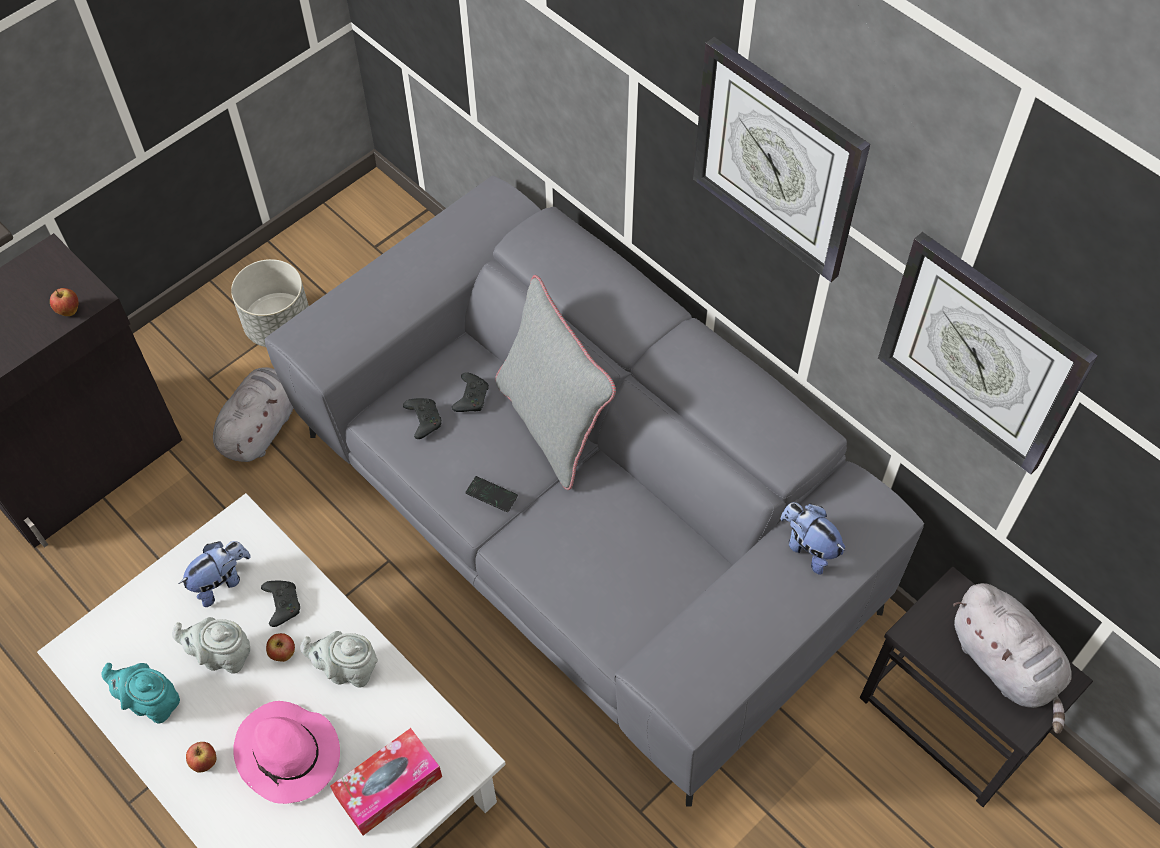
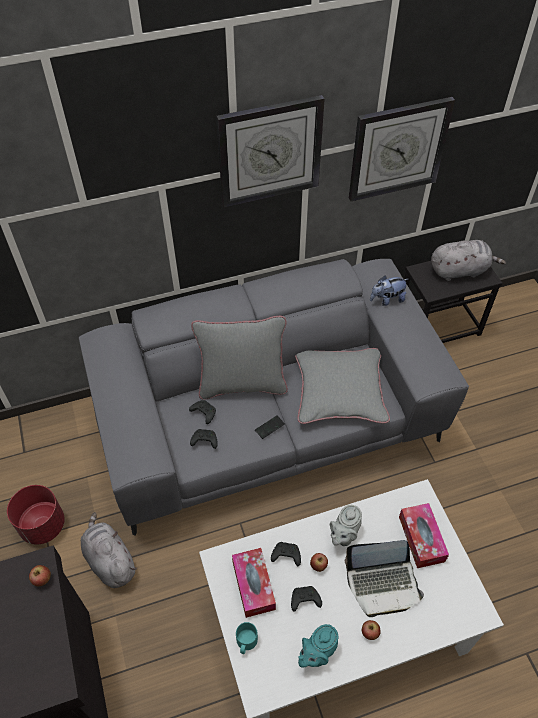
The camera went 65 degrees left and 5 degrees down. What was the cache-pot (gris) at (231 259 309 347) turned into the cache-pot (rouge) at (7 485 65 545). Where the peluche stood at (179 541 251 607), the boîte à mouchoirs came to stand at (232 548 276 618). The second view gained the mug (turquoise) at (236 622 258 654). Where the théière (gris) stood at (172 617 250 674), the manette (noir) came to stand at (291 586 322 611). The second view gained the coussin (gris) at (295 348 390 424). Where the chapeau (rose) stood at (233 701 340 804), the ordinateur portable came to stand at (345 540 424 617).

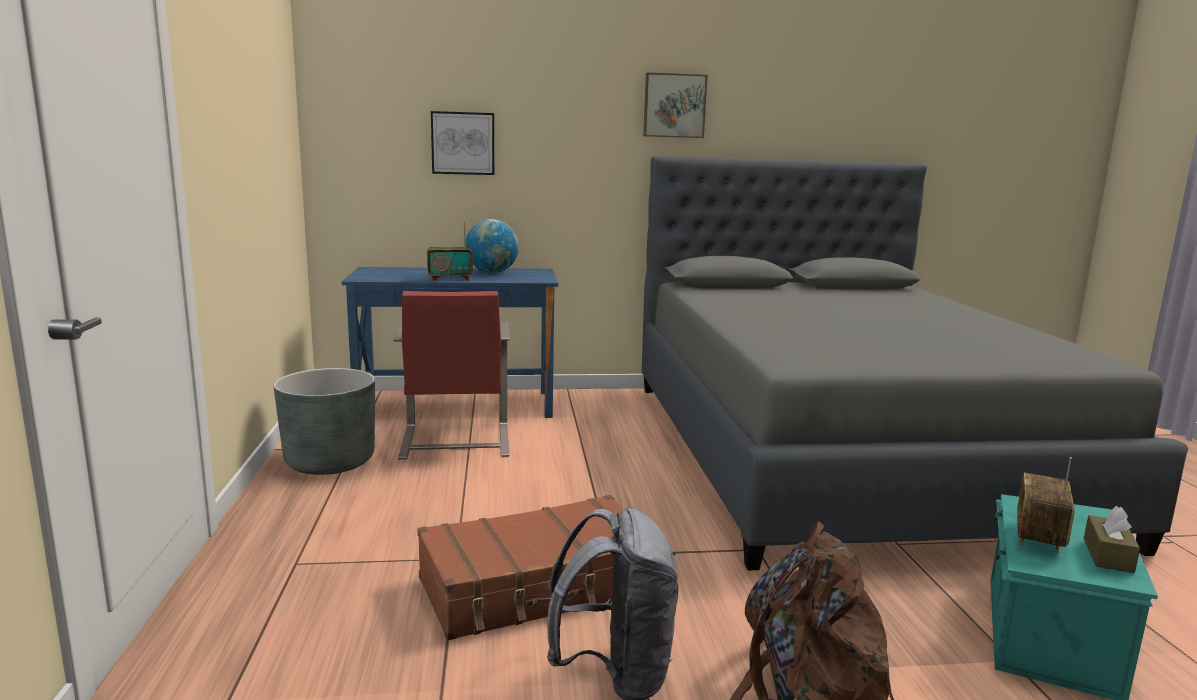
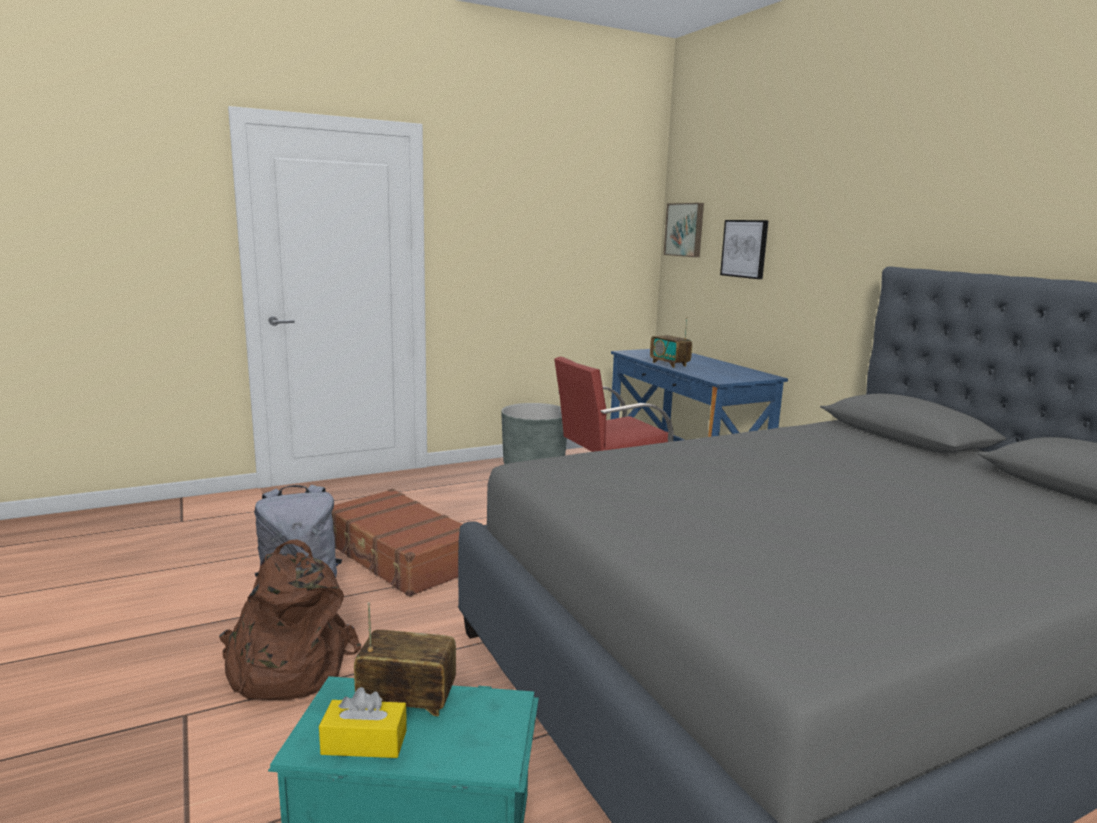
The camera went 70 degrees right and 0 degrees up. What was the boîte à mouchoirs (marron) at (1084 506 1140 573) turned into the boîte à mouchoirs (jaune) at (319 687 407 758). The tableau ended up elsewhere, having gone from (643 73 708 138) to (664 203 704 257). The second view lost the globe at (465 219 519 273).

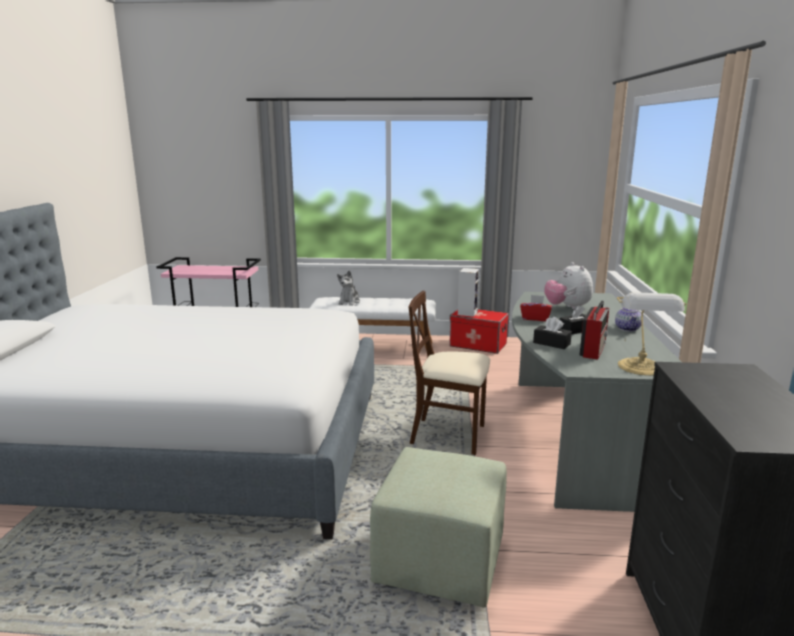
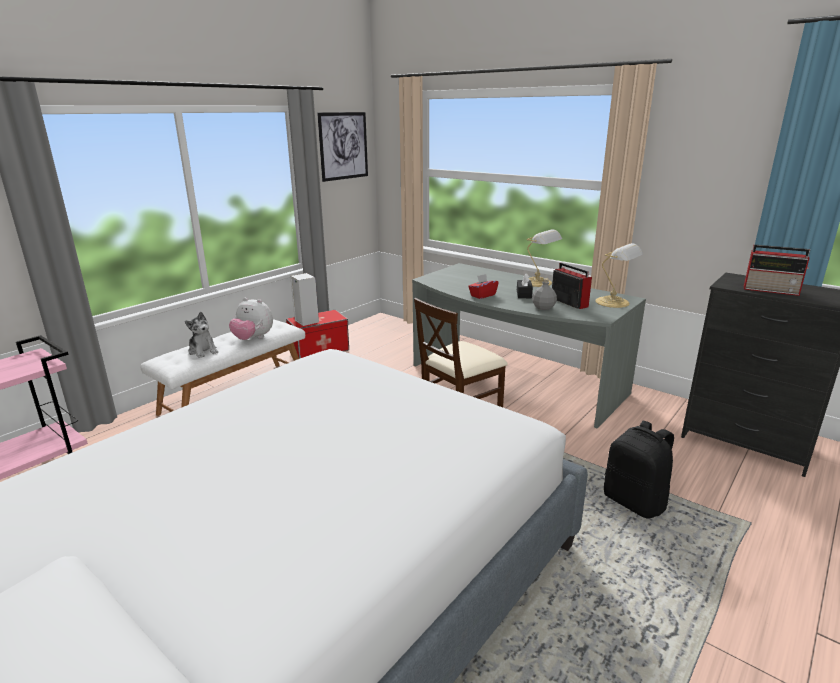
The camera went 55 degrees left and 5 degrees up. The peluche ended up elsewhere, having gone from (544 262 593 310) to (229 298 273 340). The second view gained the tableau at (317 112 368 182). Where the théière stood at (615 307 642 331), the lampe de table came to stand at (526 229 562 287). Where the boîte à mouchoirs (noir) stood at (533 317 572 349), the bouteille (gris) came to stand at (532 278 557 310). Where the pouf (vert) stood at (370 447 507 607), the sac à dos (noir) came to stand at (604 421 674 518). The second view gained the radio at (744 245 810 296).

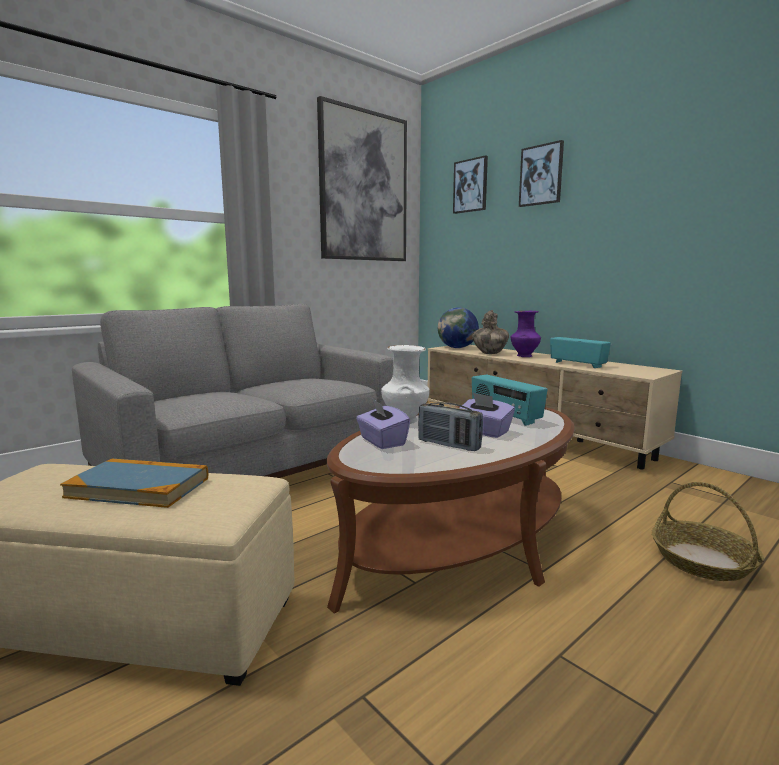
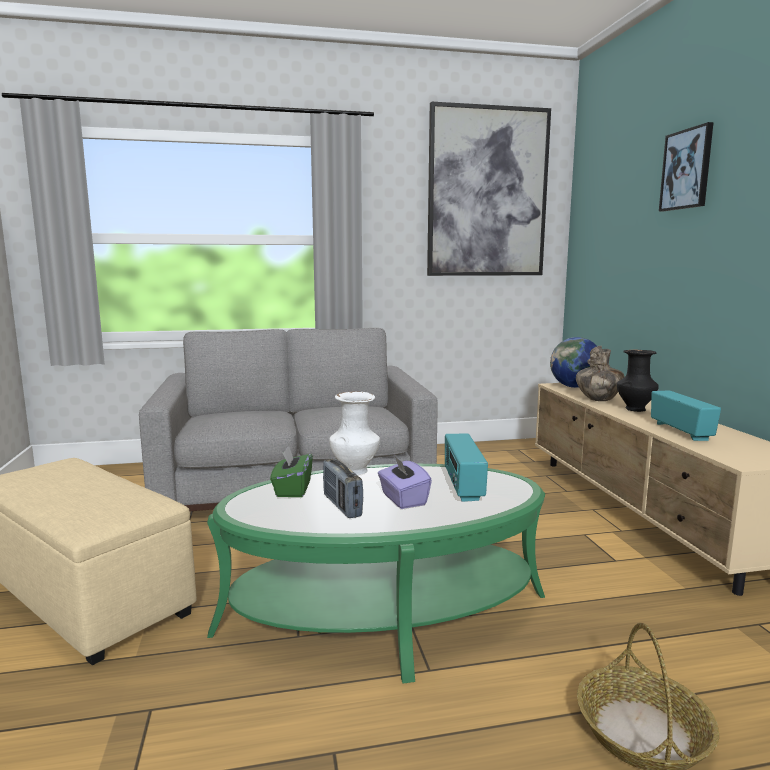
The camera went 30 degrees right and 0 degrees up. What was the table basse (marron) at (327 406 575 614) turned into the table basse (vert) at (207 464 545 684). What was the boîte à mouchoirs (violet) at (356 400 410 449) turned into the boîte à mouchoirs (vert) at (270 446 313 497). What was the vase (violet) at (511 311 541 357) turned into the vase (noir) at (617 350 659 412). The second view lost the livre at (60 459 208 508). The second view lost the tableau at (453 155 488 214).

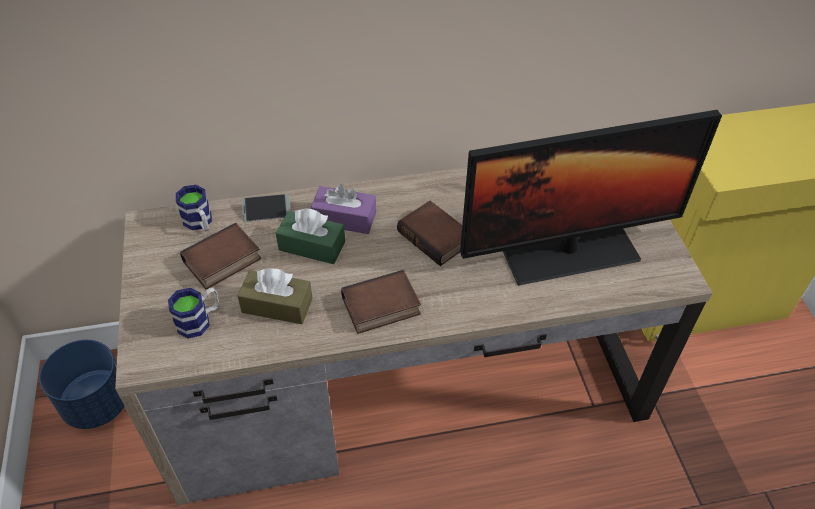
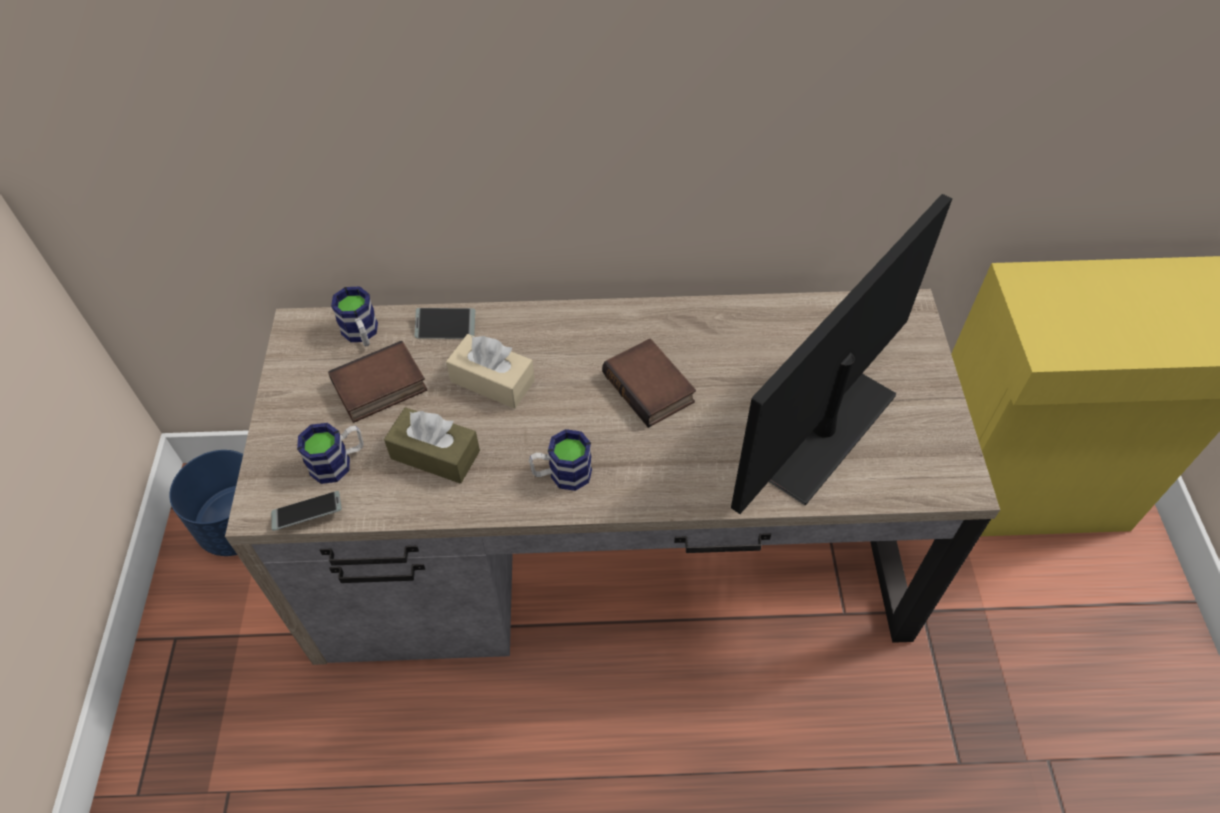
The camera went 10 degrees right and 5 degrees up. The second view gained the téléphone at (271 491 342 531). What was the boîte à mouchoirs (vert) at (276 208 345 264) turned into the boîte à mouchoirs (beige) at (446 334 535 409). Where the livre stood at (341 270 421 334), the mug came to stand at (529 429 592 491). The écran d'ordinateur at (460 110 722 286) ended up facing another way, 135 degrees clockwise from before. The second view lost the boîte à mouchoirs (violet) at (311 184 376 234).

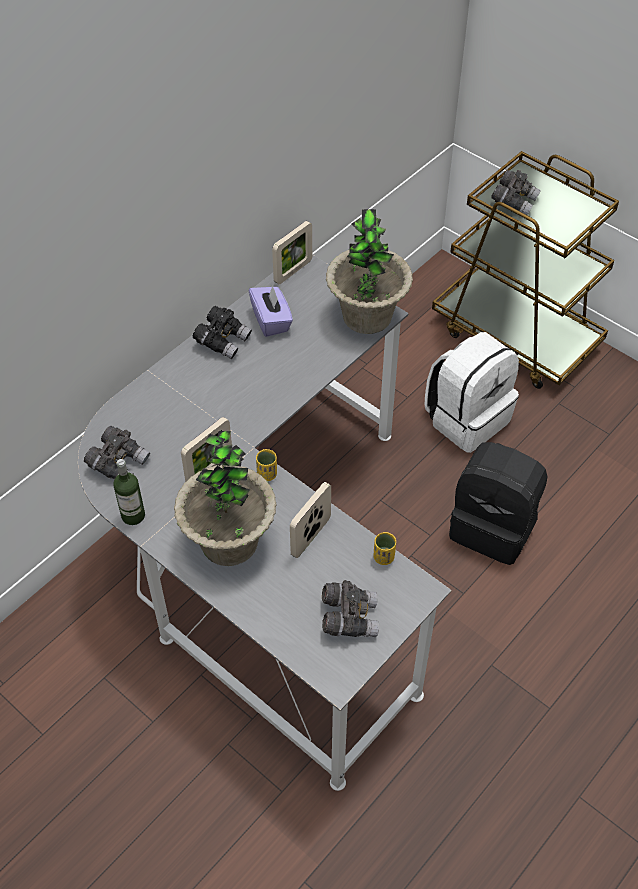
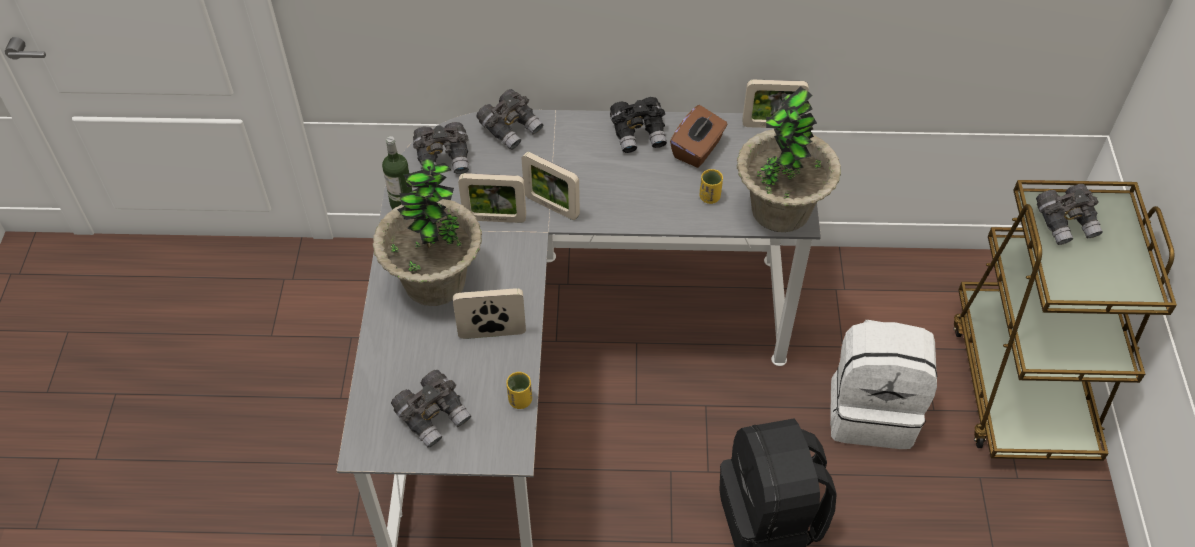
The camera went 50 degrees right and 0 degrees up. The second view gained the jumelles (gris) at (476 89 543 150). The second view gained the cadre photo at (522 152 580 220). What was the boîte à mouchoirs (violet) at (249 286 293 337) turned into the boîte à mouchoirs (marron) at (670 105 727 168). The tasse (jaune) ended up elsewhere, having gone from (256 449 277 481) to (699 169 723 204).

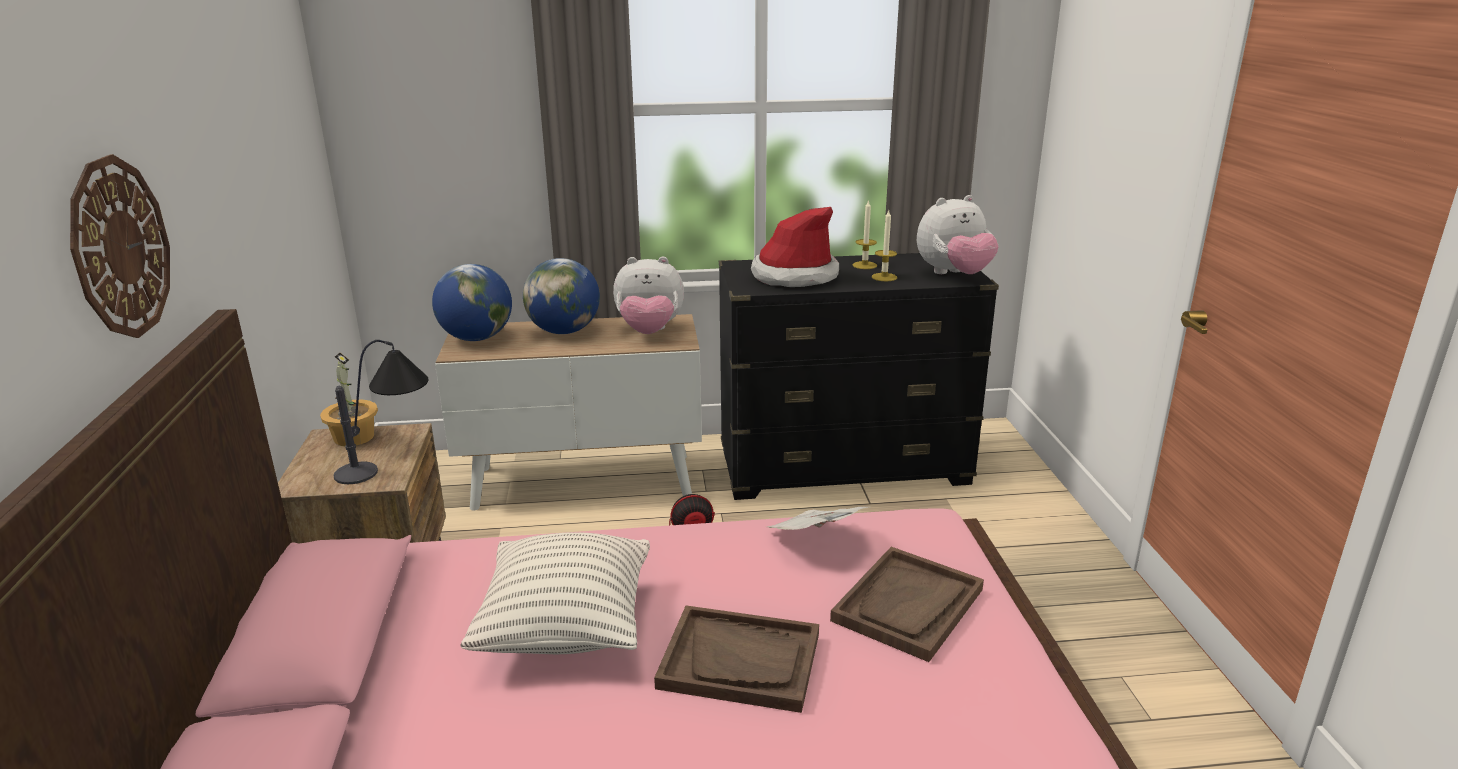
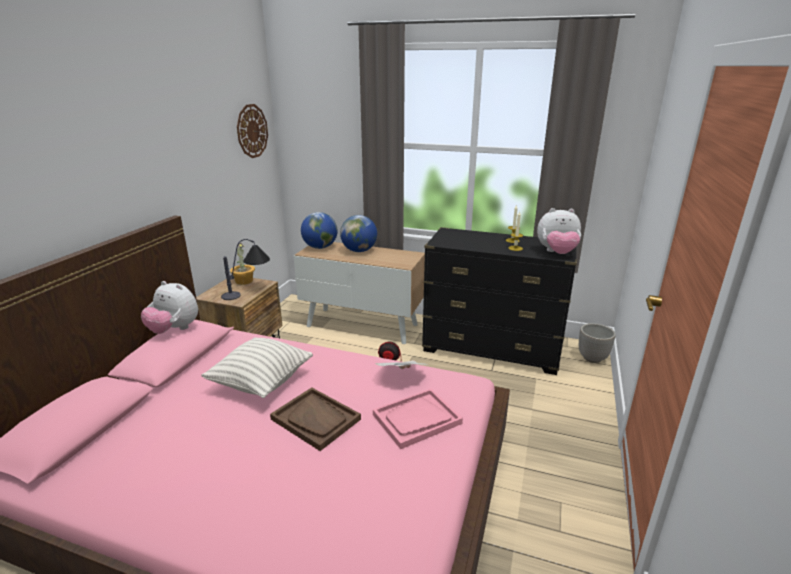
The camera went 25 degrees right and 0 degrees up. The peluche ended up elsewhere, having gone from (613 257 684 334) to (141 281 198 334). The horloge murale ended up elsewhere, having gone from (70 154 170 338) to (237 104 268 158). What was the plateau (marron) at (830 547 984 662) turned into the plateau (rose) at (373 388 463 449). The second view gained the cache-pot at (579 323 616 363). The second view lost the chapeau at (751 207 839 287).

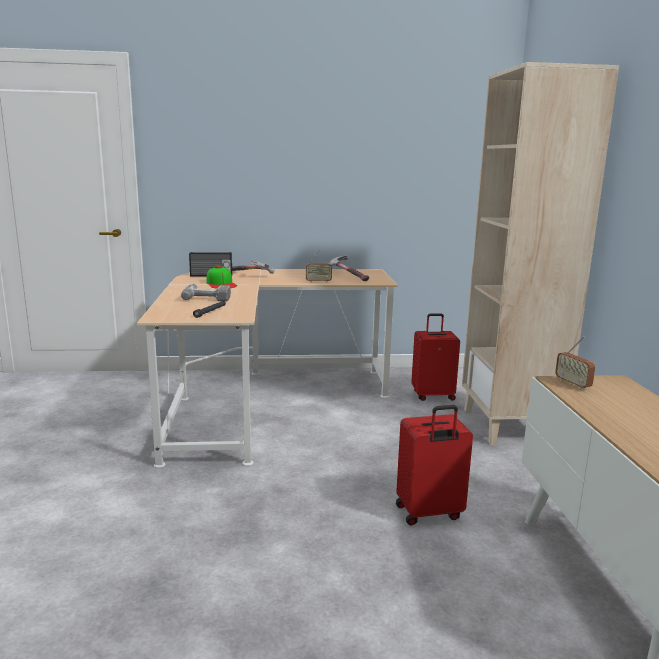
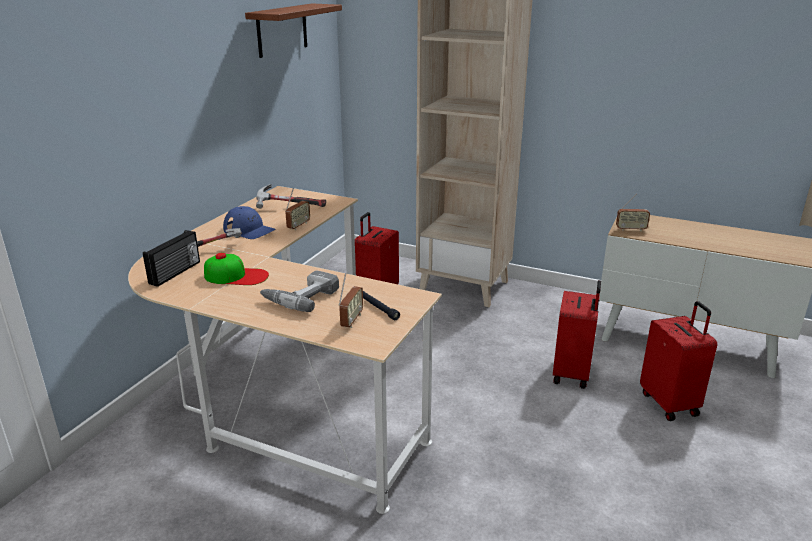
The camera went 60 degrees left and 10 degrees up. The second view gained the casquette (bleu) at (223 206 275 239). The second view gained the étagère at (245 3 342 58). The second view gained the radio at (338 273 363 328). The second view gained the valise (rouge) at (640 301 717 421).

